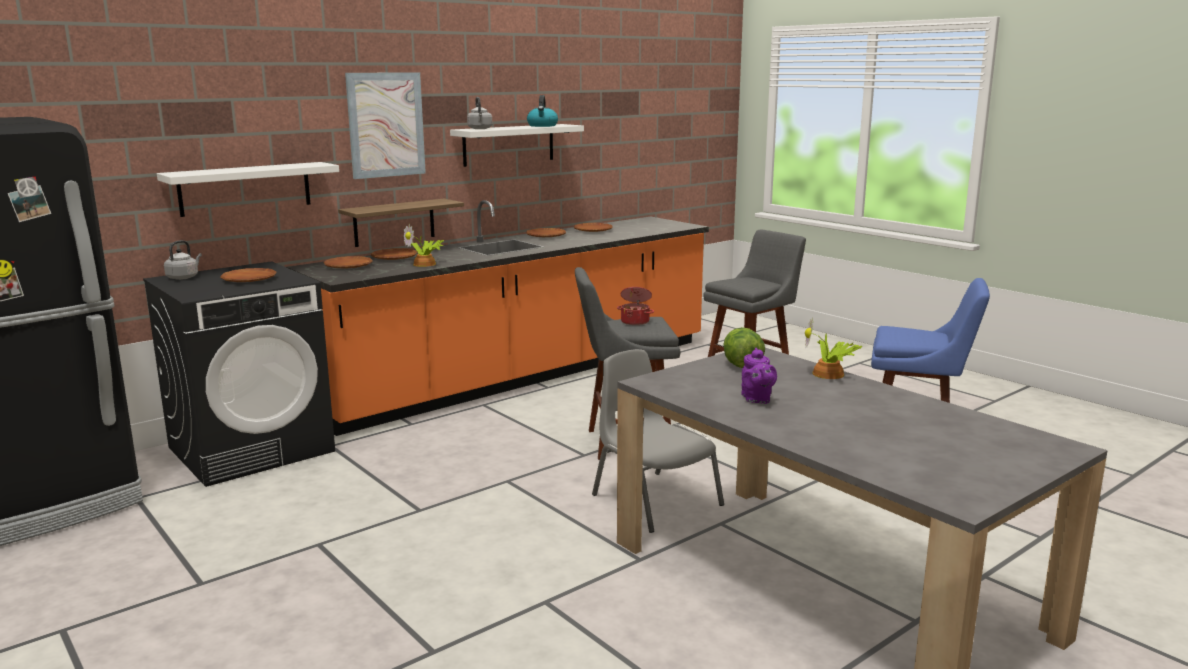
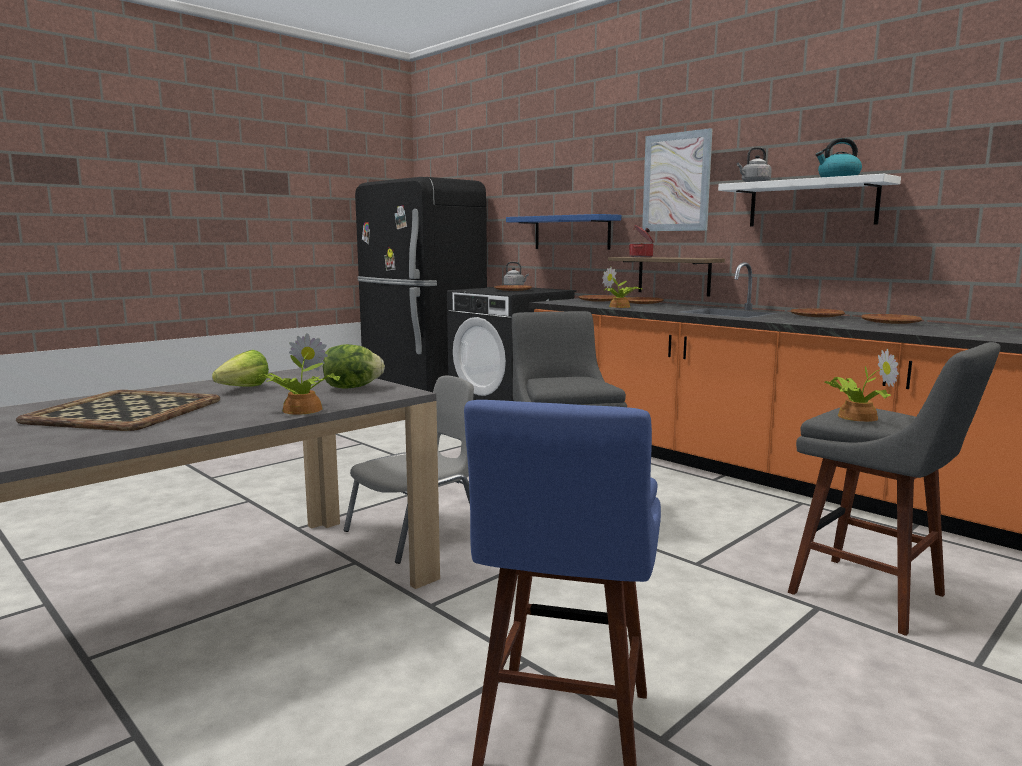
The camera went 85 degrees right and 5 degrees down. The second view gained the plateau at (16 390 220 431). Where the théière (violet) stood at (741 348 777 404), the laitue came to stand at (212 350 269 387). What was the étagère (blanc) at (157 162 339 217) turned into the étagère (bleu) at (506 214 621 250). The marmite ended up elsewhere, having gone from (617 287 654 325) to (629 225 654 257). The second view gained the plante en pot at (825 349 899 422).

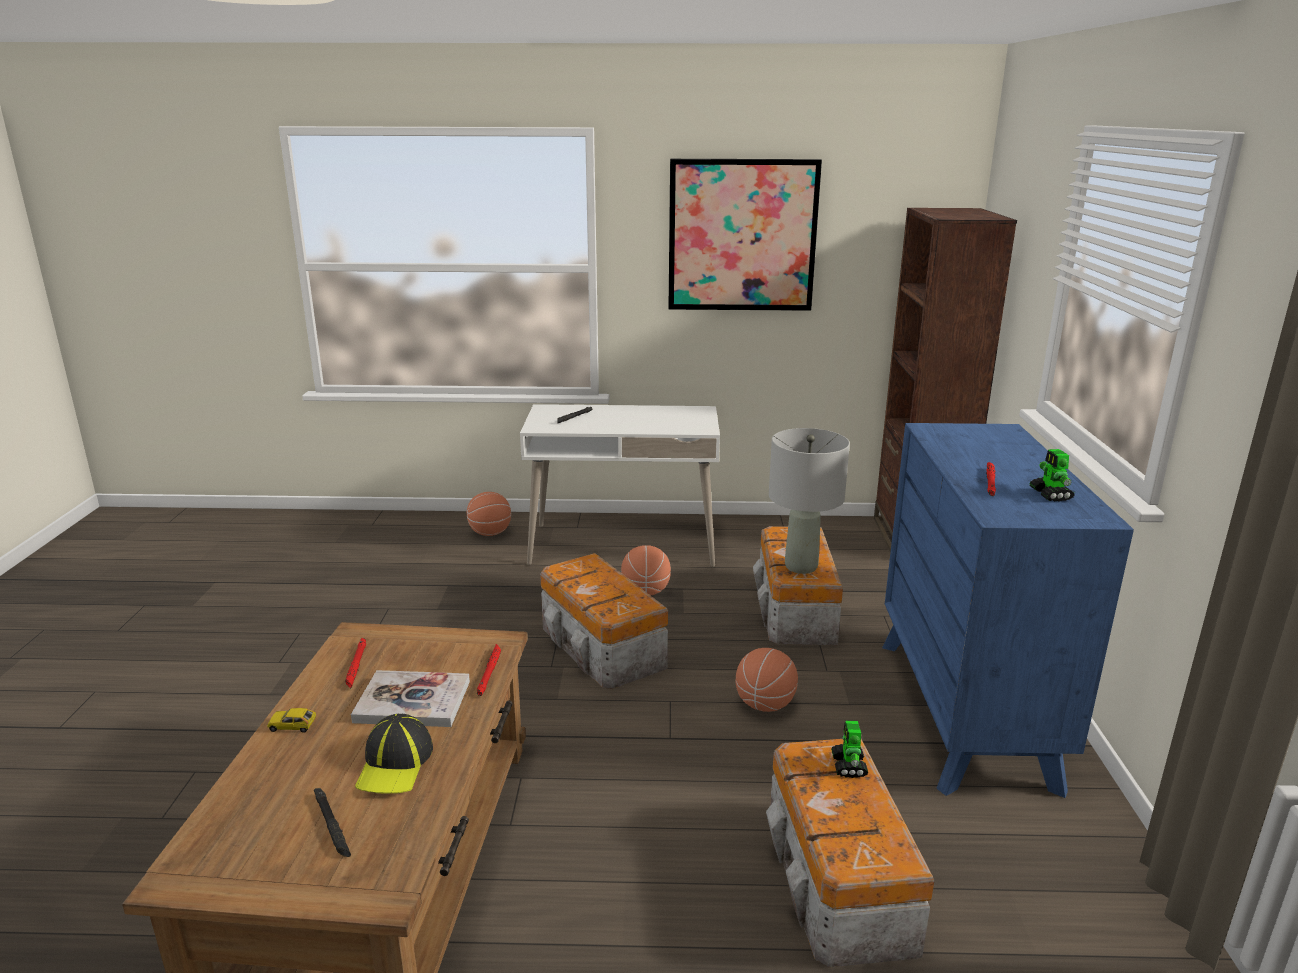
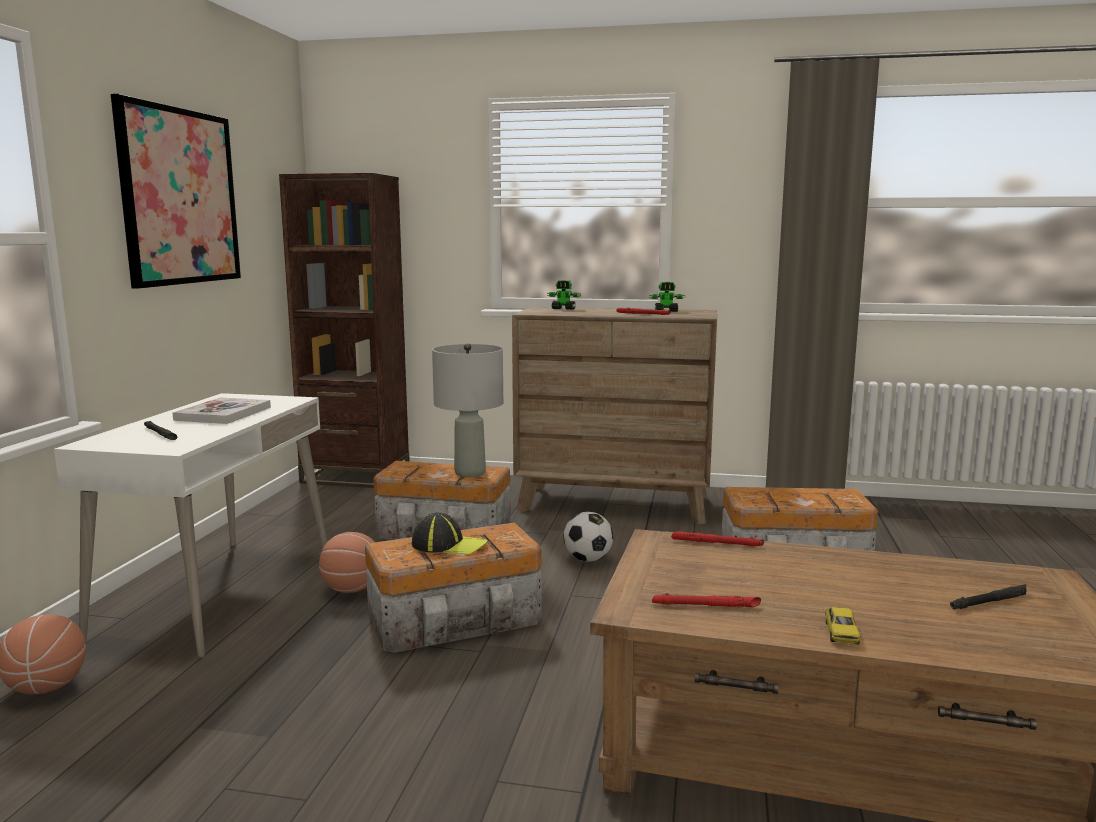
The camera went 80 degrees left and 10 degrees down. The livre ended up elsewhere, having gone from (351 670 470 727) to (173 397 271 424). The casquette ended up elsewhere, having gone from (355 714 433 794) to (412 512 488 555). What was the commode (bleu) at (882 423 1134 798) turned into the commode (marron) at (512 307 717 524). The robot jouet ended up elsewhere, having gone from (831 721 868 778) to (547 280 581 309). Where the ballon de basket stood at (736 648 798 712), the ballon de foot came to stand at (563 512 613 562).

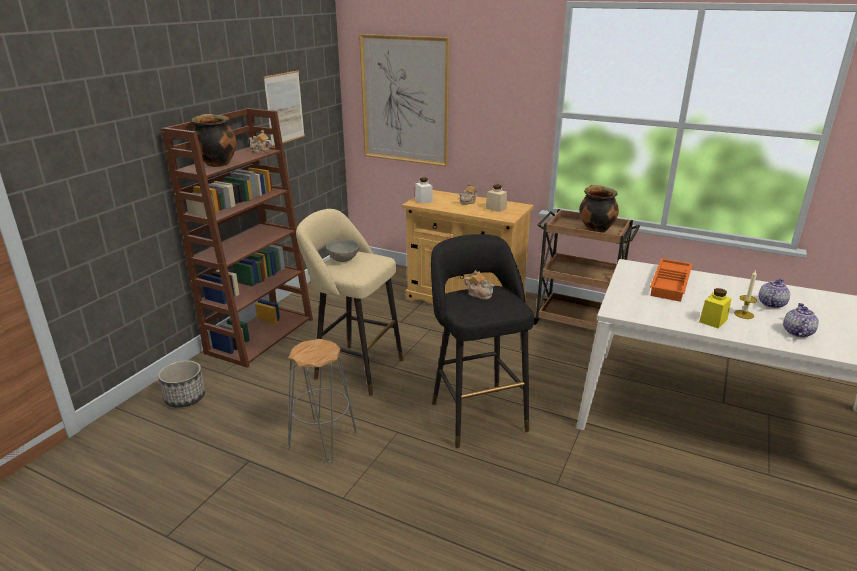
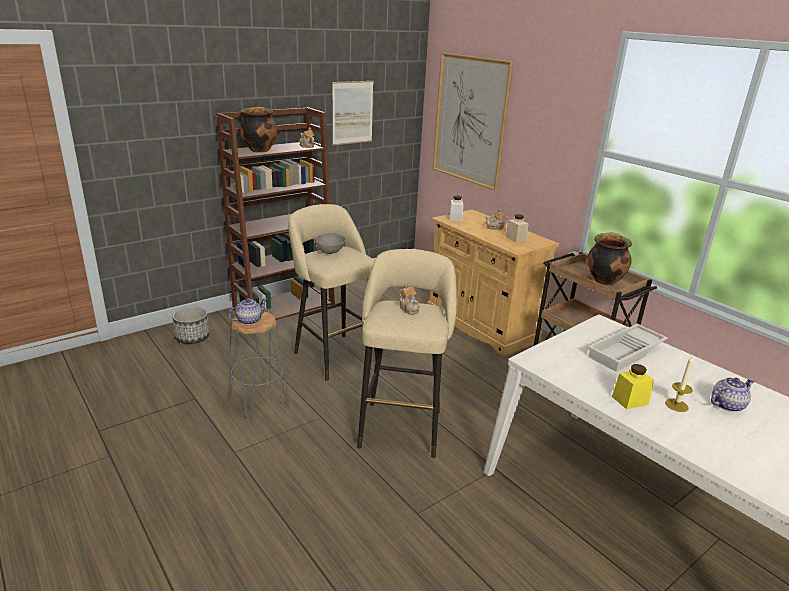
The camera went 25 degrees right and 0 degrees up. The théière ended up elsewhere, having gone from (783 303 819 337) to (229 298 267 325). What was the tabouret (noir) at (431 234 534 448) turned into the tabouret (beige) at (357 249 457 458). What was the plateau (orange) at (650 258 692 302) turned into the plateau (blanc) at (588 324 668 372).

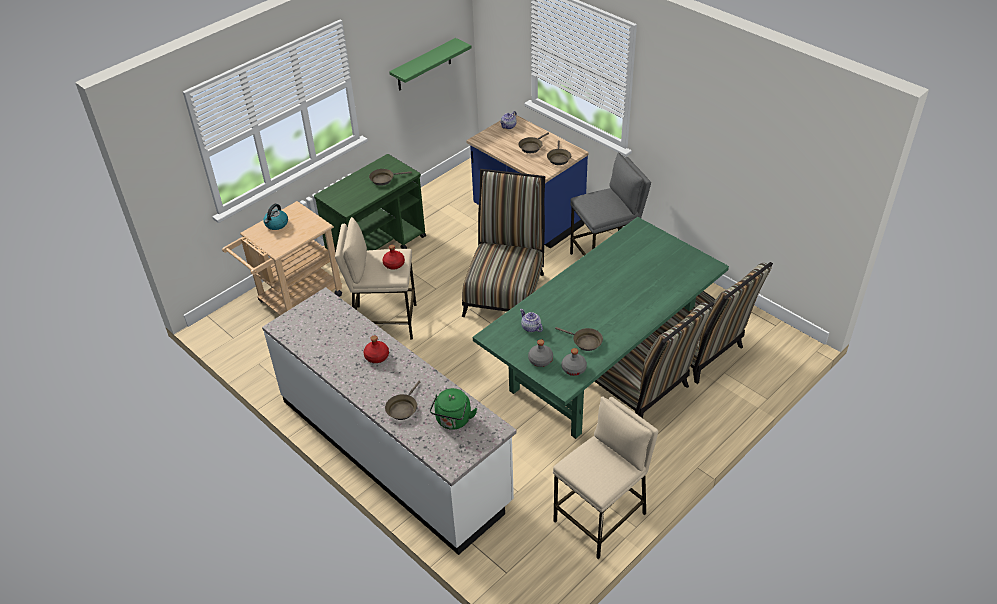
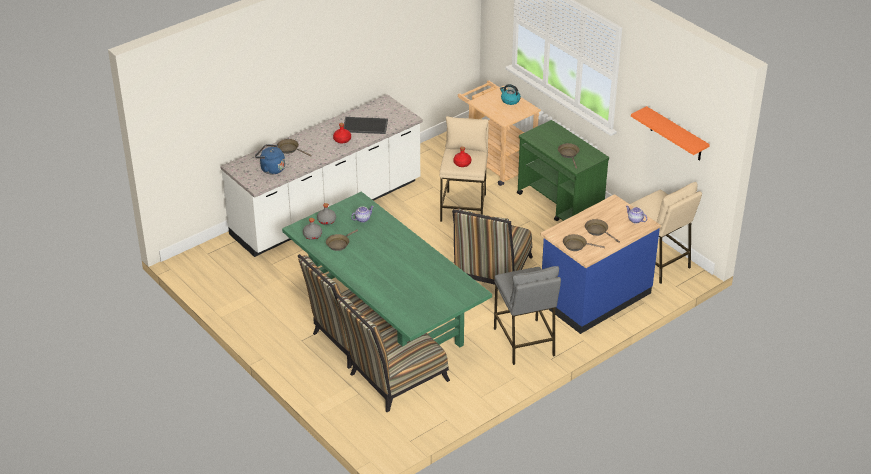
The camera went 95 degrees right and 5 degrees down. What was the bouilloire (vert) at (430 388 477 430) turned into the bouilloire (bleu) at (255 144 285 174). The second view gained the plateau at (344 117 388 134). The chaise at (462 169 545 317) ended up facing another way, 90 degrees clockwise from before. The tabouret (beige) ended up elsewhere, having gone from (553 396 658 559) to (630 182 702 284). What was the étagère (vert) at (389 38 471 91) turned into the étagère (orange) at (631 106 710 161).

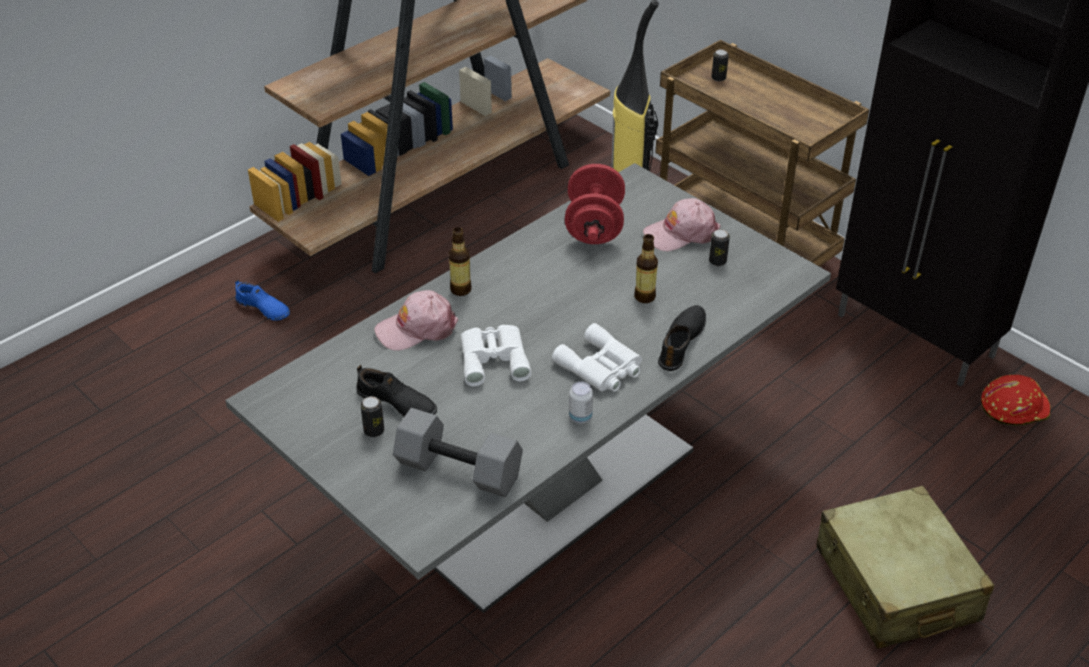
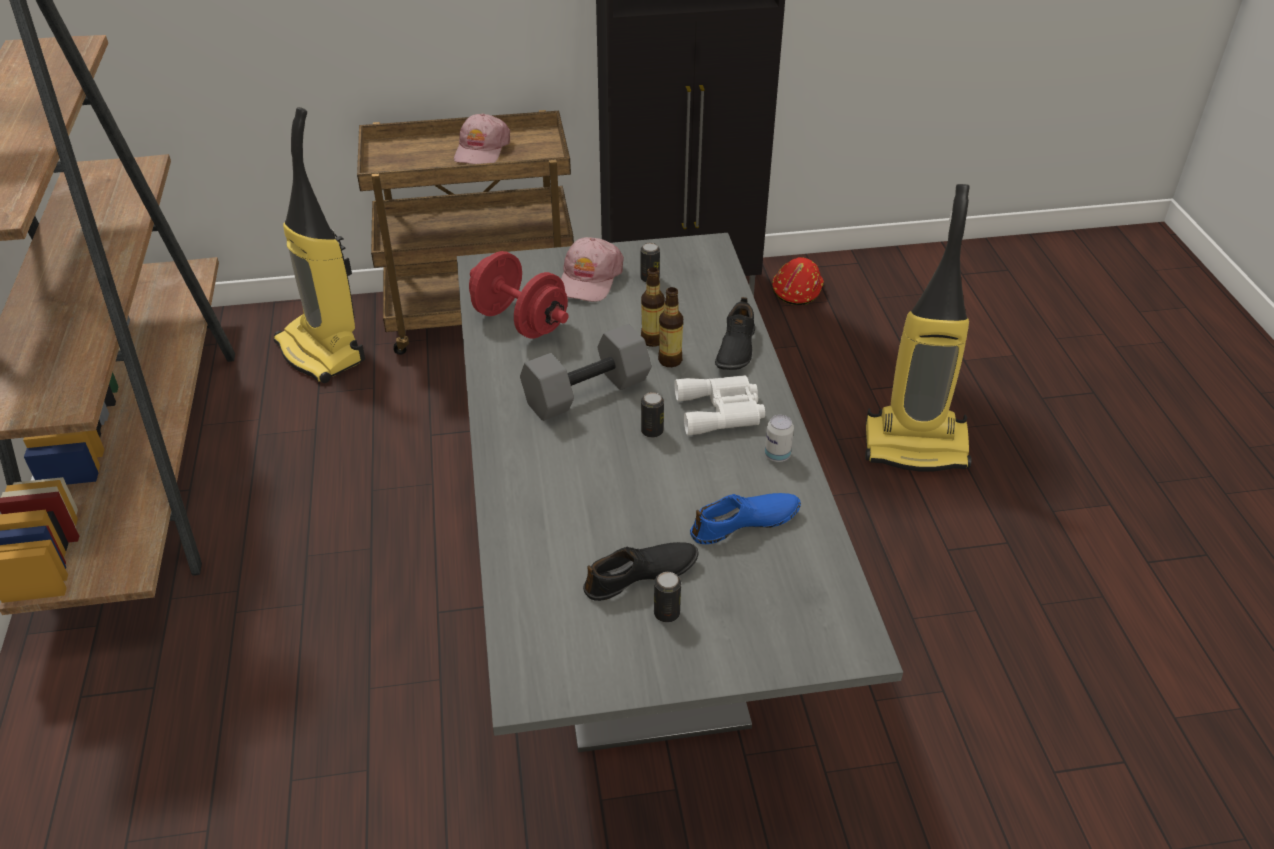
The camera went 55 degrees left and 0 degrees up. The casquette (rose) ended up elsewhere, having gone from (375 290 458 351) to (454 113 510 164). The haltère (gris) ended up elsewhere, having gone from (393 408 523 497) to (520 324 652 421). The boîte métallique ended up elsewhere, having gone from (711 49 729 82) to (641 392 664 438). The bouteille ended up elsewhere, having gone from (449 227 472 296) to (658 287 683 367). The chaussure (bleu) ended up elsewhere, having gone from (235 280 290 321) to (690 493 801 544). The chaussure (noir) at (658 305 706 371) ended up facing another way, 135 degrees counterclockwise from before. Where the valise (beige) stood at (816 486 994 649), the aspirateur came to stand at (865 184 972 471). The second view lost the jumelles (blanc) at (461 325 531 386).

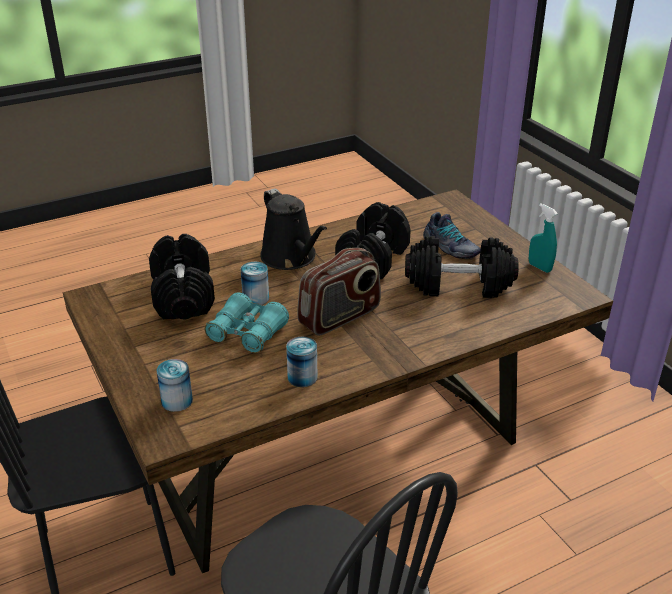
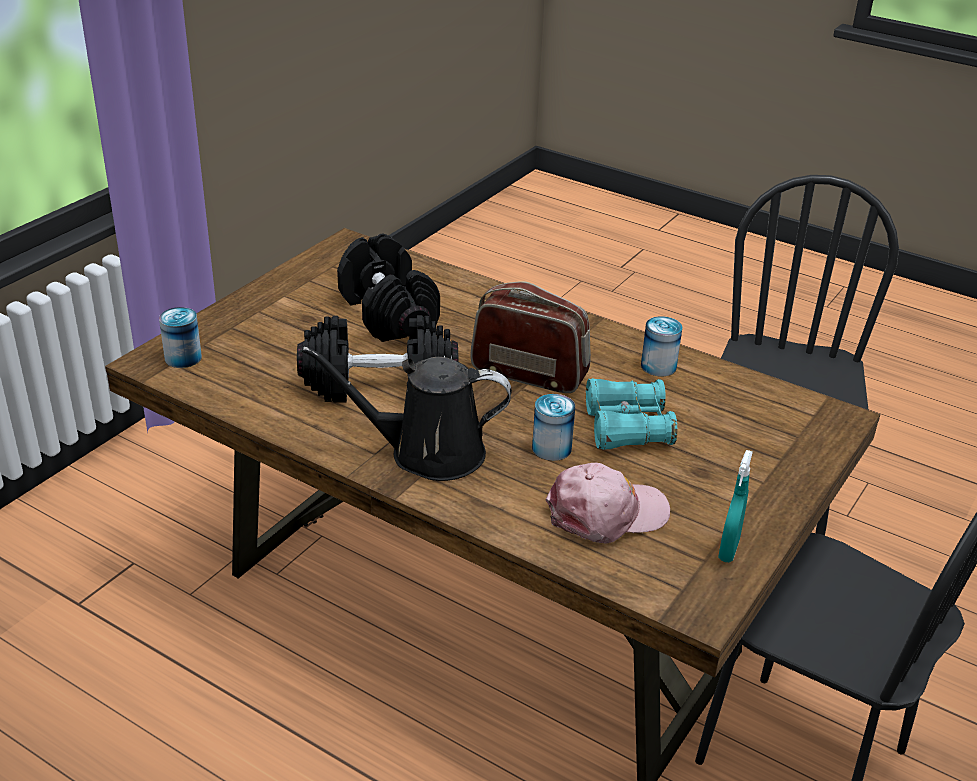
The camera went 120 degrees left and 0 degrees up. The boîte métallique ended up elsewhere, having gone from (156 359 193 412) to (159 307 202 368). The arrosoir (noir) at (260 188 327 270) ended up facing another way, 120 degrees counterclockwise from before. Where the haltère (noir) stood at (149 234 215 319), the casquette (rose) came to stand at (545 463 670 544). The vaporisateur (turquoise) ended up elsewhere, having gone from (529 203 558 273) to (718 450 753 562). The second view lost the chaussure at (423 212 481 259).

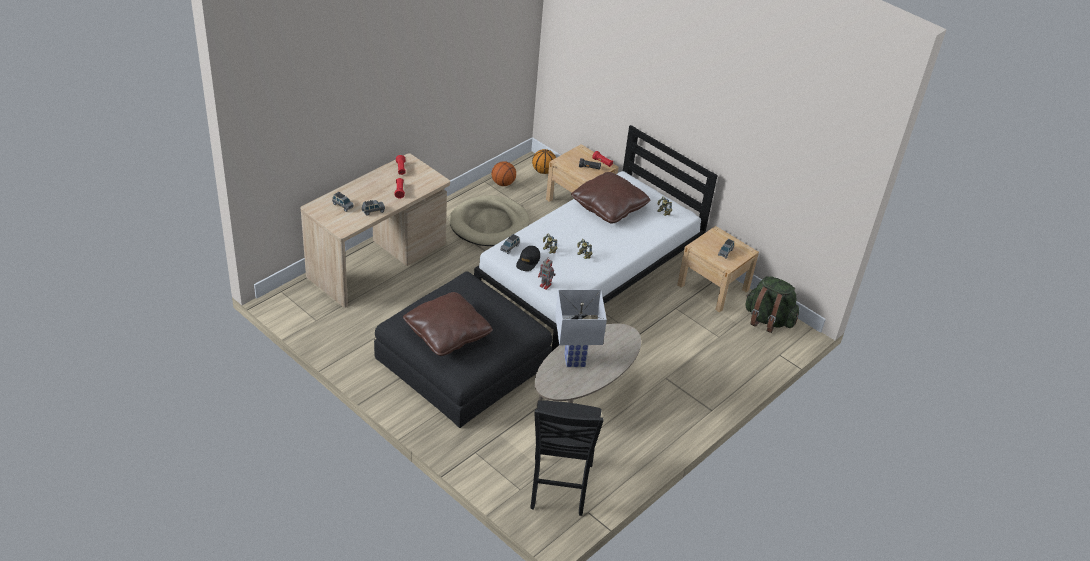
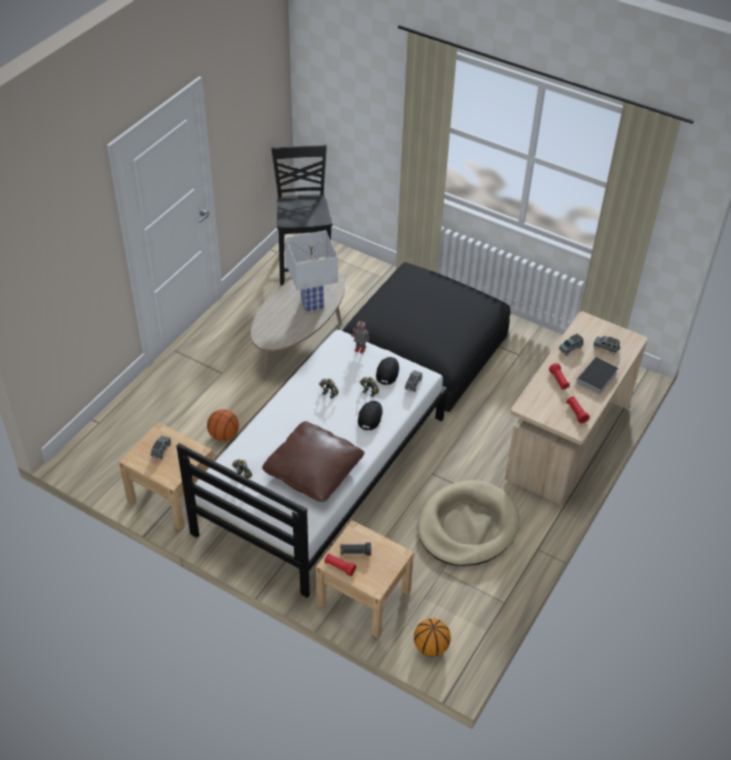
The camera went 170 degrees right and 5 degrees up. The ballon de basket ended up elsewhere, having gone from (492 161 516 186) to (207 409 239 441). The second view gained the casquette (noir) at (358 401 383 430). The second view gained the livre at (576 357 619 394). The second view lost the coussin (marron) at (403 292 493 356). The second view lost the sac à dos (vert) at (745 276 799 333).

